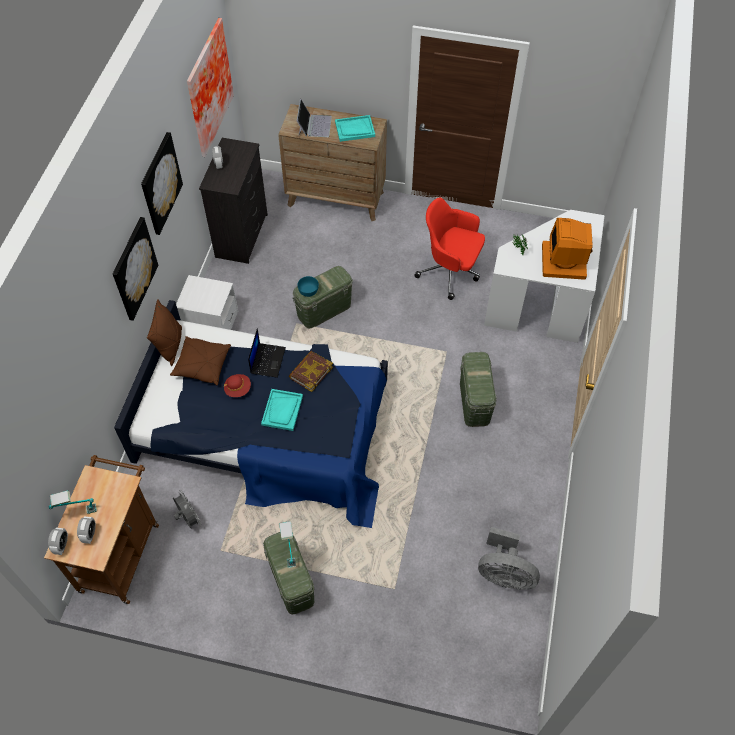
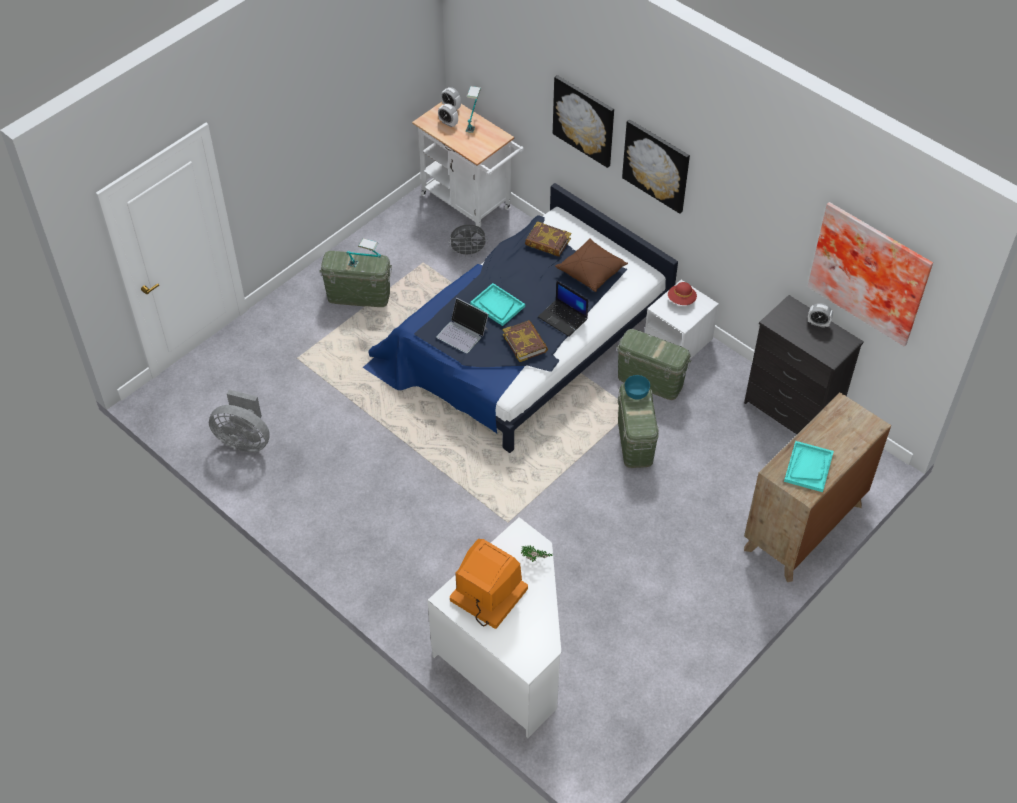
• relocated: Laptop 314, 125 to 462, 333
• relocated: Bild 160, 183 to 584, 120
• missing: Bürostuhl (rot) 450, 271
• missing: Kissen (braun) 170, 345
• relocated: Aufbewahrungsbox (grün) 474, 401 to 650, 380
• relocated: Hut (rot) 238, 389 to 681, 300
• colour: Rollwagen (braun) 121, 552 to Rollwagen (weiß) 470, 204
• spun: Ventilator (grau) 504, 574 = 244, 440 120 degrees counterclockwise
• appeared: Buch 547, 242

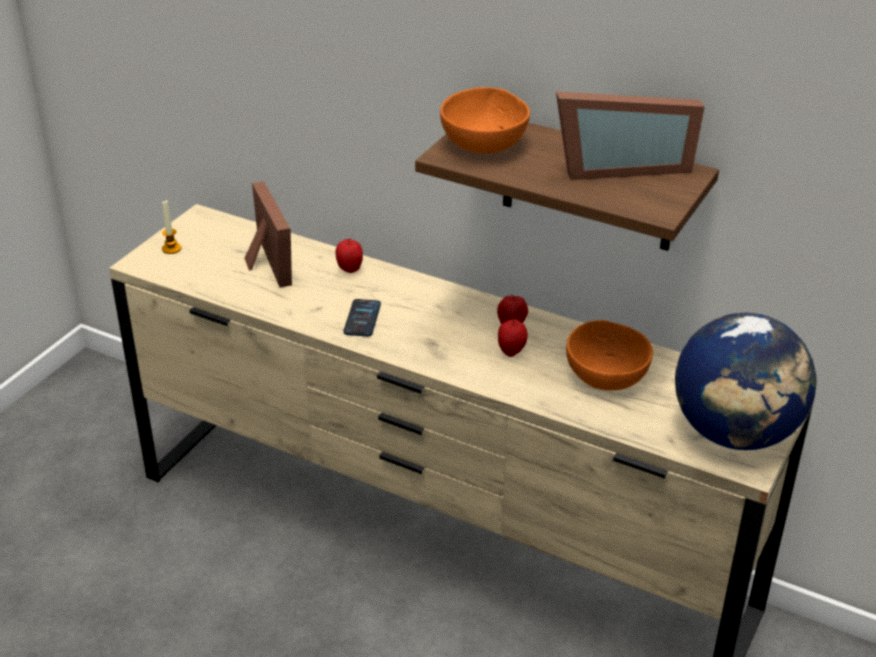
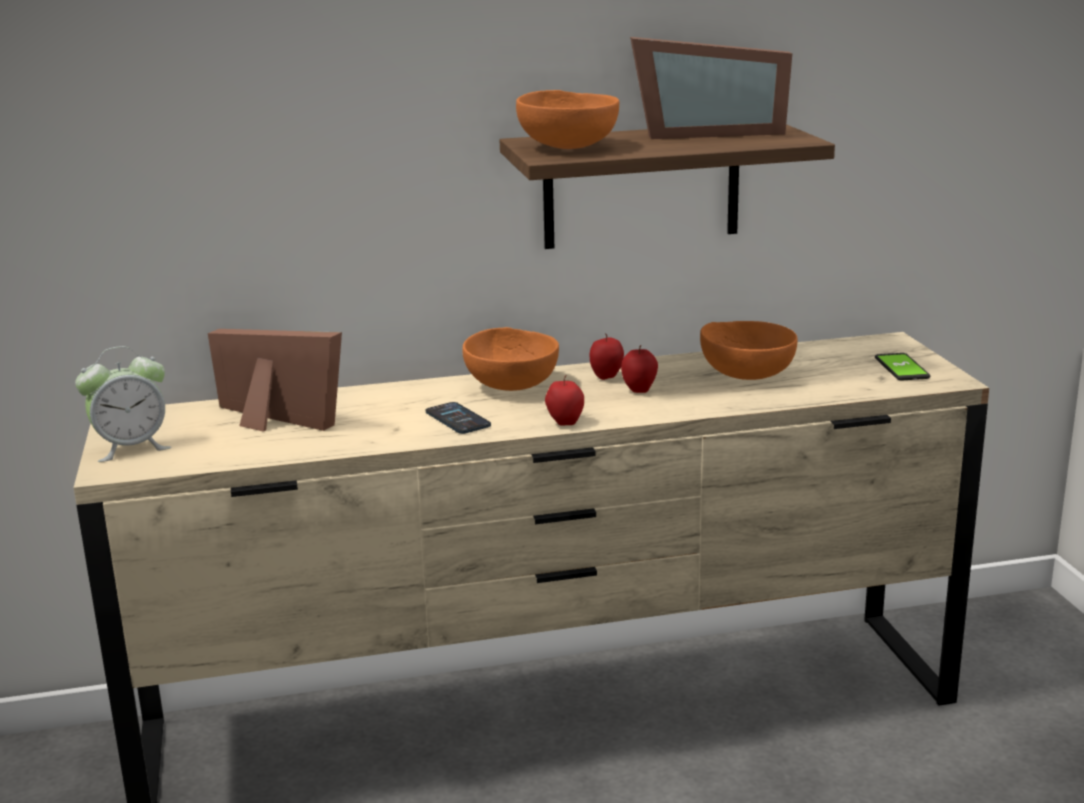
• spun: Bilderrahmen 619, 166 = 706, 133 45 degrees clockwise
• exchanged: Kerze 171, 248 to Wecker 131, 448
• relocated: Apfel 349, 269 to 565, 423
• exchanged: Globus 735, 433 to Handy 901, 368
• appeared: Schüssel (orange) 512, 385

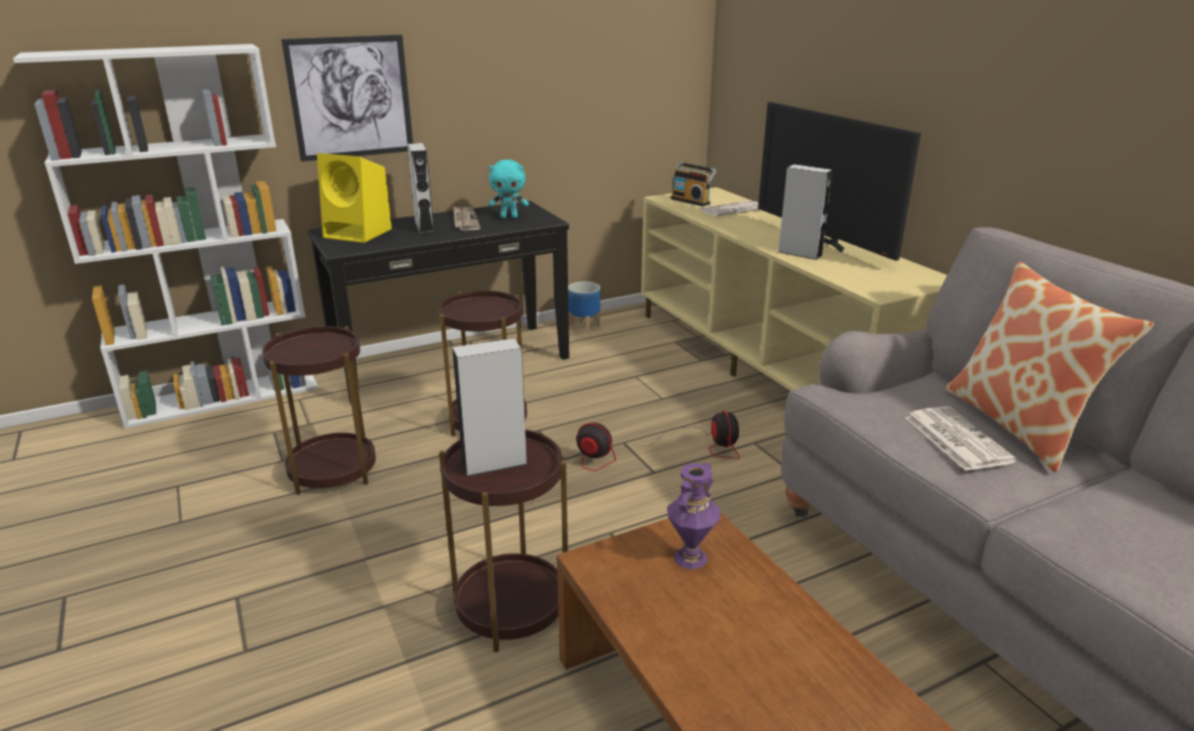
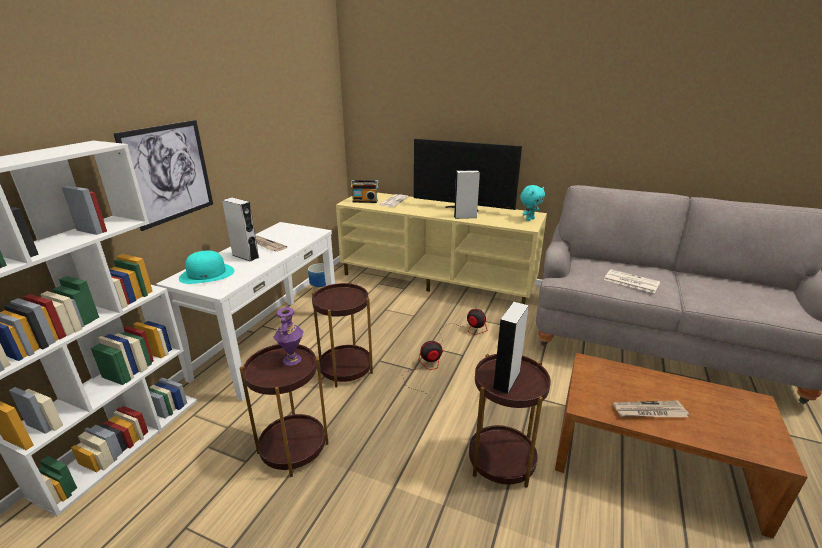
• exchanged: Lautsprecher (gelb) 359, 233 to Hut (türkis) 207, 274
• relocated: Plüschtier (türkis) 509, 217 to 529, 219
• colour: Konsolentisch (schwarz) 451, 362 to Konsolentisch (weiß) 269, 343
• missing: Kissen 1019, 424
• relocated: Vase (lila) 691, 558 to 292, 359
• appeared: Zeitung 649, 412

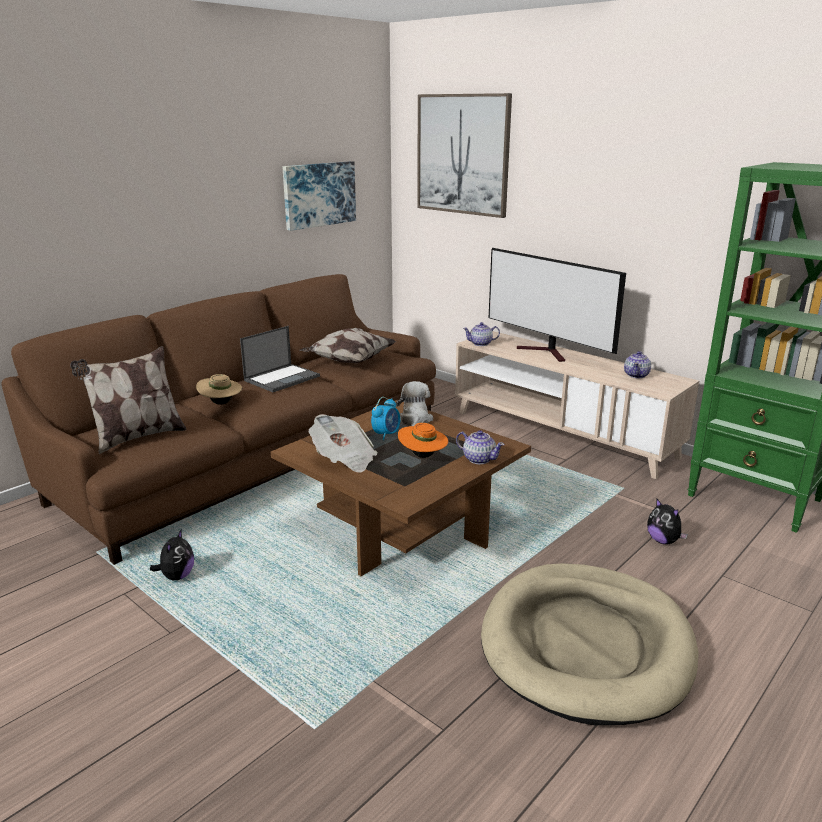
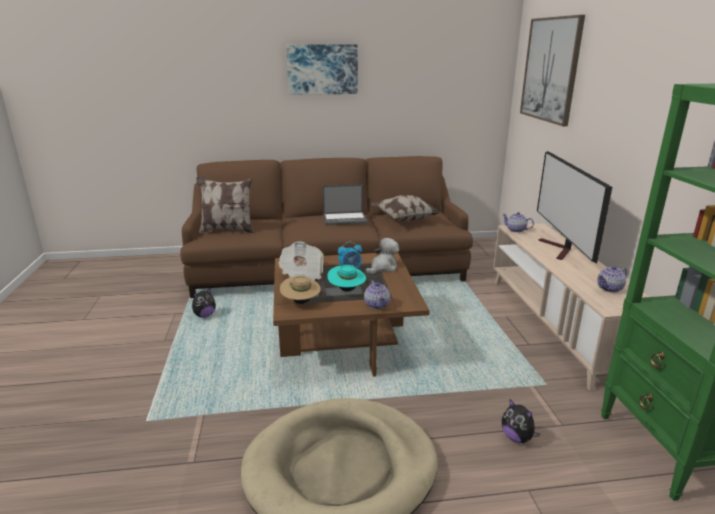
• relocated: Bild 319, 194 to 322, 69
• relocated: Hut (beige) 221, 403 to 301, 302
• colour: Hut (orange) 423, 456 to Hut (türkis) 346, 290
• spun: Plüschtier 663, 541 = 517, 437 45 degrees counterclockwise

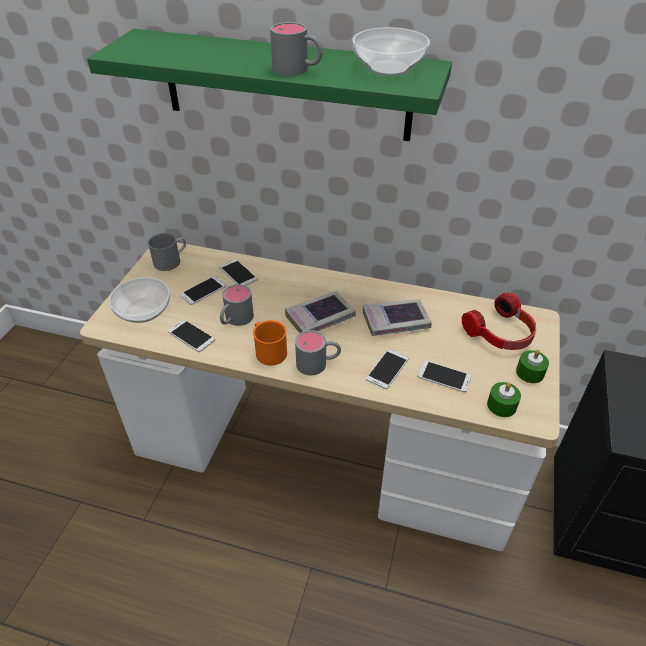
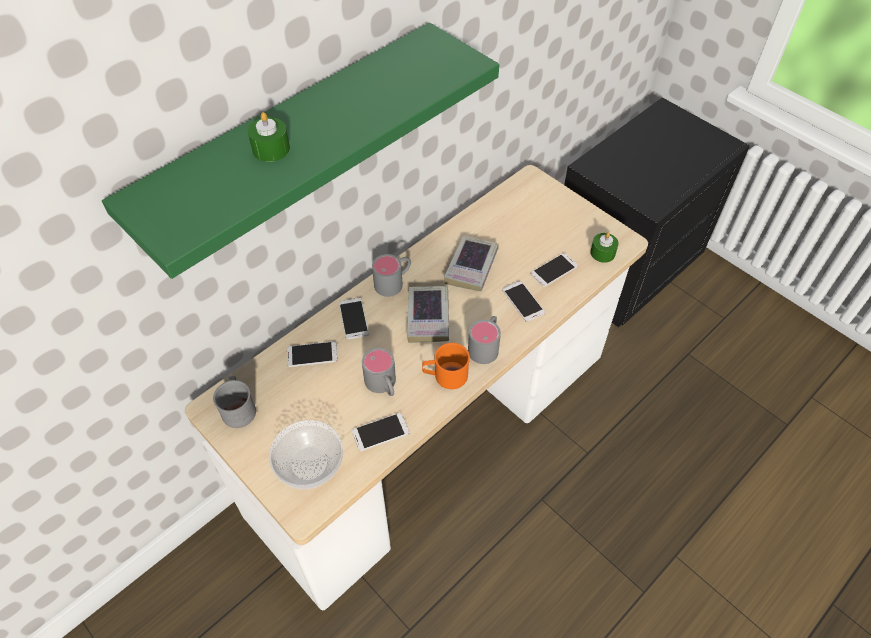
• relocated: Henkelbecher (grau) 298, 70 to 394, 282
• missing: Schüssel 388, 68
• relocated: Handy 203, 290 to 353, 318
• missing: Kopfhörer 501, 334
• relocated: Kerze (grün) 530, 372 to 271, 149

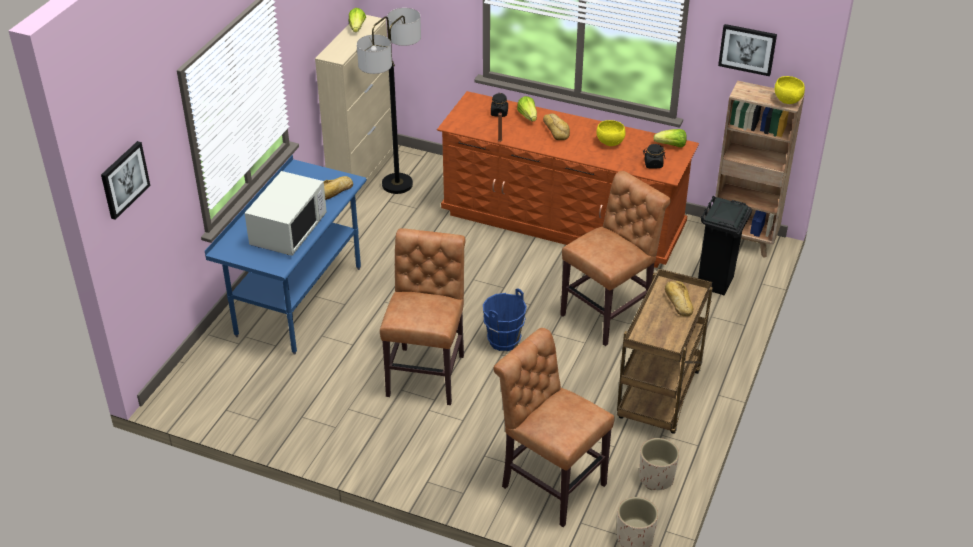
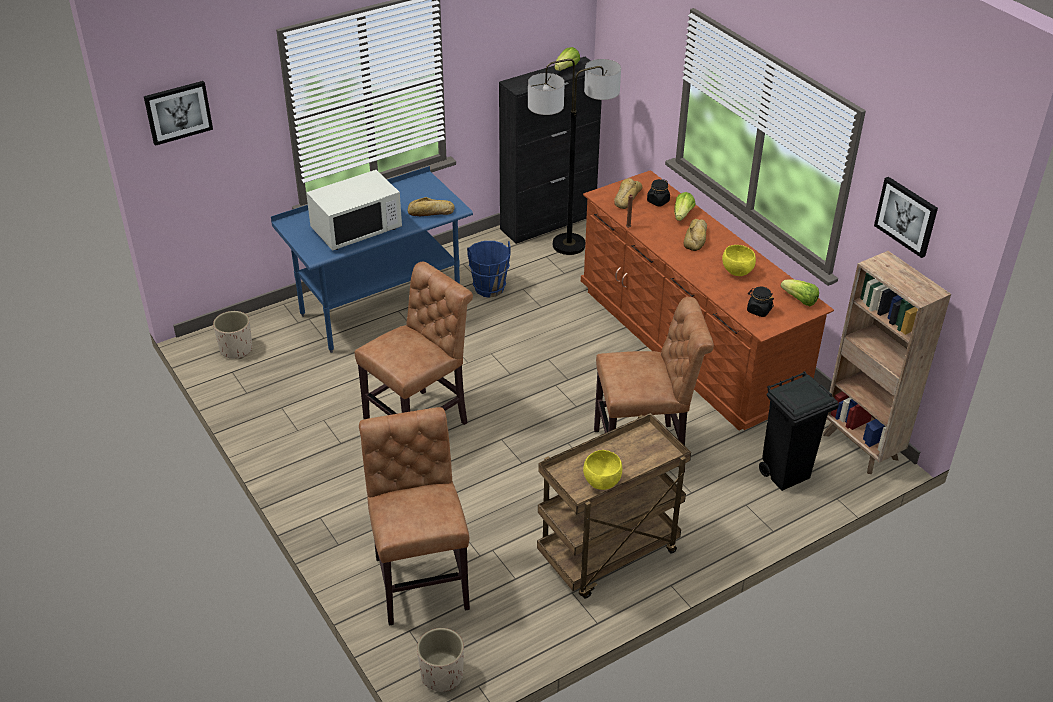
• colour: Schrank (beige) 362, 172 to Schrank (schwarz) 548, 222
• relocated: Schüssel (gelb) 787, 101 to 601, 482
• relocated: Brot 678, 302 to 626, 197
• relocated: Eimer (blau) 503, 341 to 489, 288
• relocated: Pflanzkübel (beige) 656, 478 to 236, 349

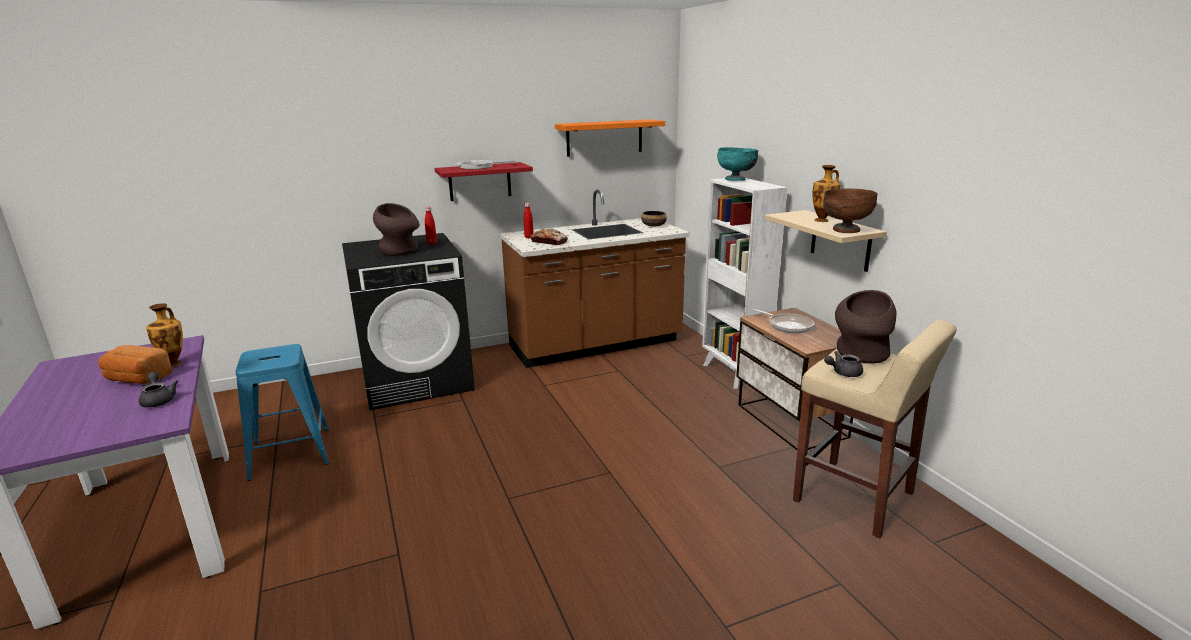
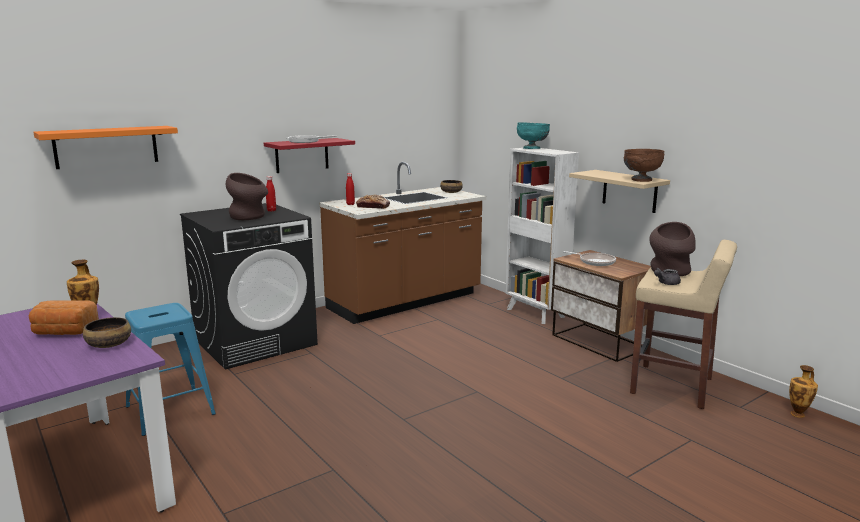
• relocated: Wandregal (orange) 604, 137 to 106, 147
• relocated: Vase 822, 220 to 798, 414
• exchanged: Teekanne (grau) 159, 400 to Schüssel 108, 344

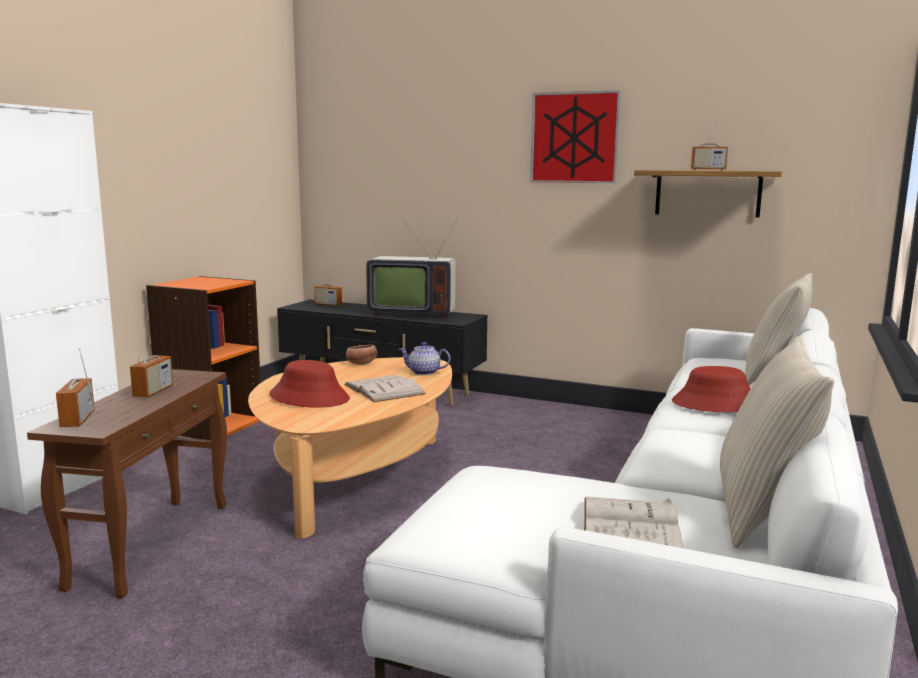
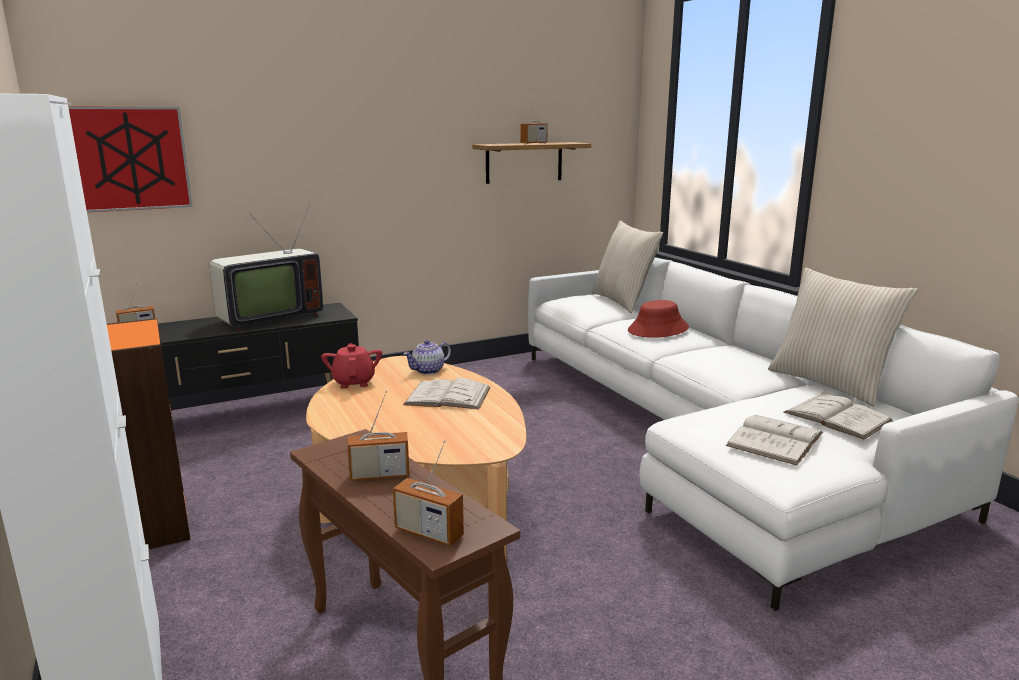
• relocated: Bild 574, 138 to 131, 159
• spun: Radio 153, 392 = 380, 475 120 degrees clockwise
• exchanged: Schüssel 361, 364 to Teekanne (rot) 354, 382
• missing: Hut (rot) 309, 397
• appeared: Buch (weiß) 775, 439

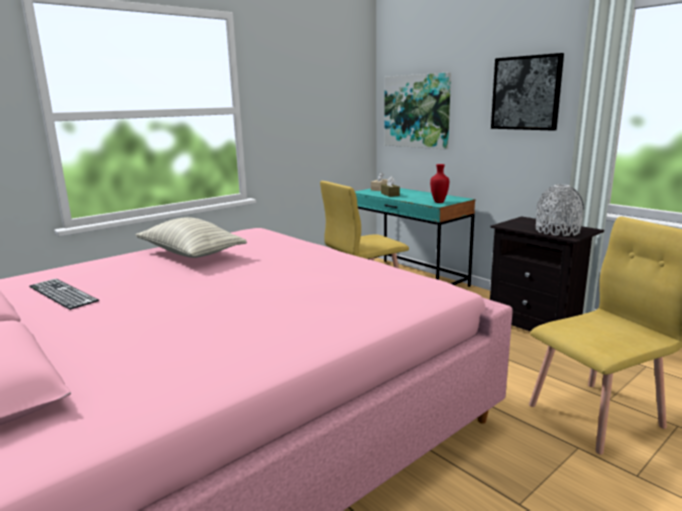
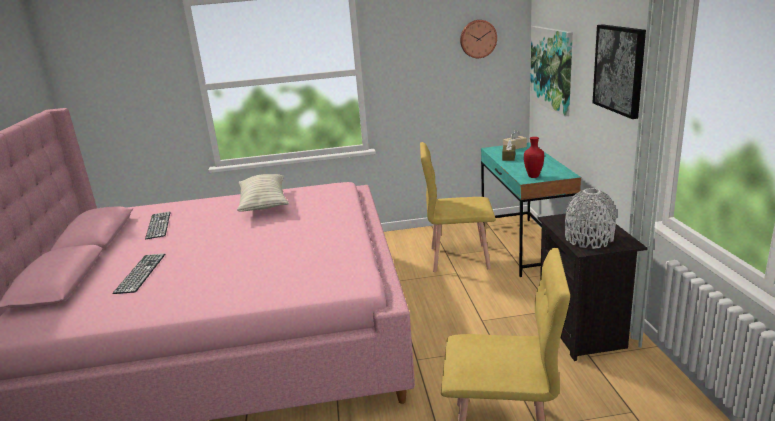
• appeared: Wanduhr 478, 39
• appeared: Tastatur 140, 273

